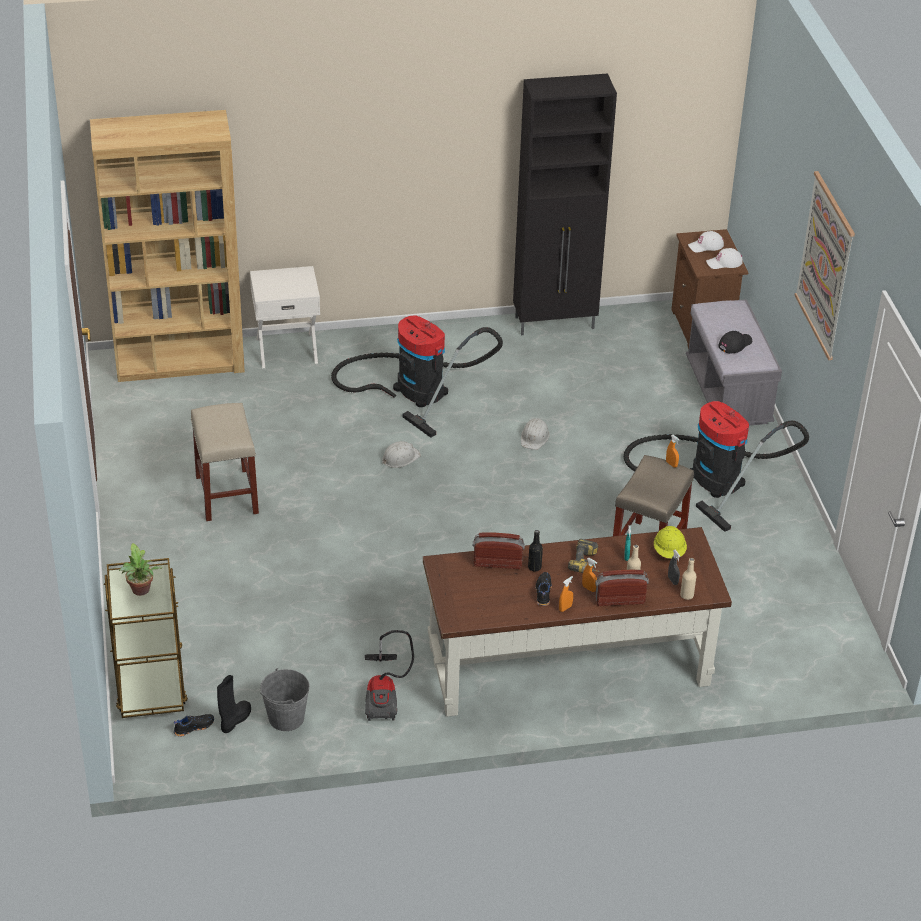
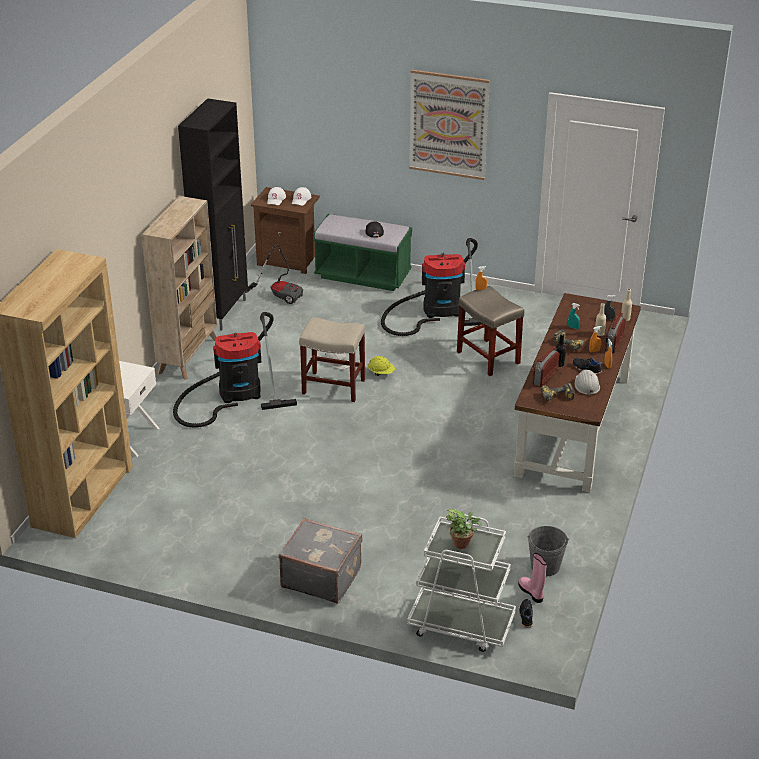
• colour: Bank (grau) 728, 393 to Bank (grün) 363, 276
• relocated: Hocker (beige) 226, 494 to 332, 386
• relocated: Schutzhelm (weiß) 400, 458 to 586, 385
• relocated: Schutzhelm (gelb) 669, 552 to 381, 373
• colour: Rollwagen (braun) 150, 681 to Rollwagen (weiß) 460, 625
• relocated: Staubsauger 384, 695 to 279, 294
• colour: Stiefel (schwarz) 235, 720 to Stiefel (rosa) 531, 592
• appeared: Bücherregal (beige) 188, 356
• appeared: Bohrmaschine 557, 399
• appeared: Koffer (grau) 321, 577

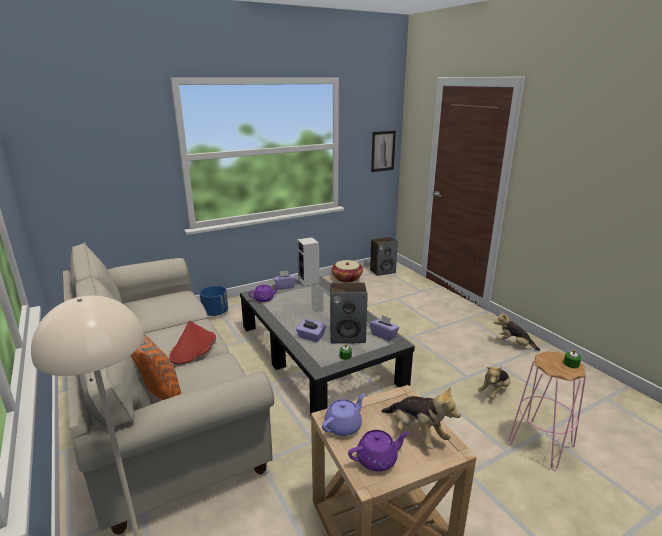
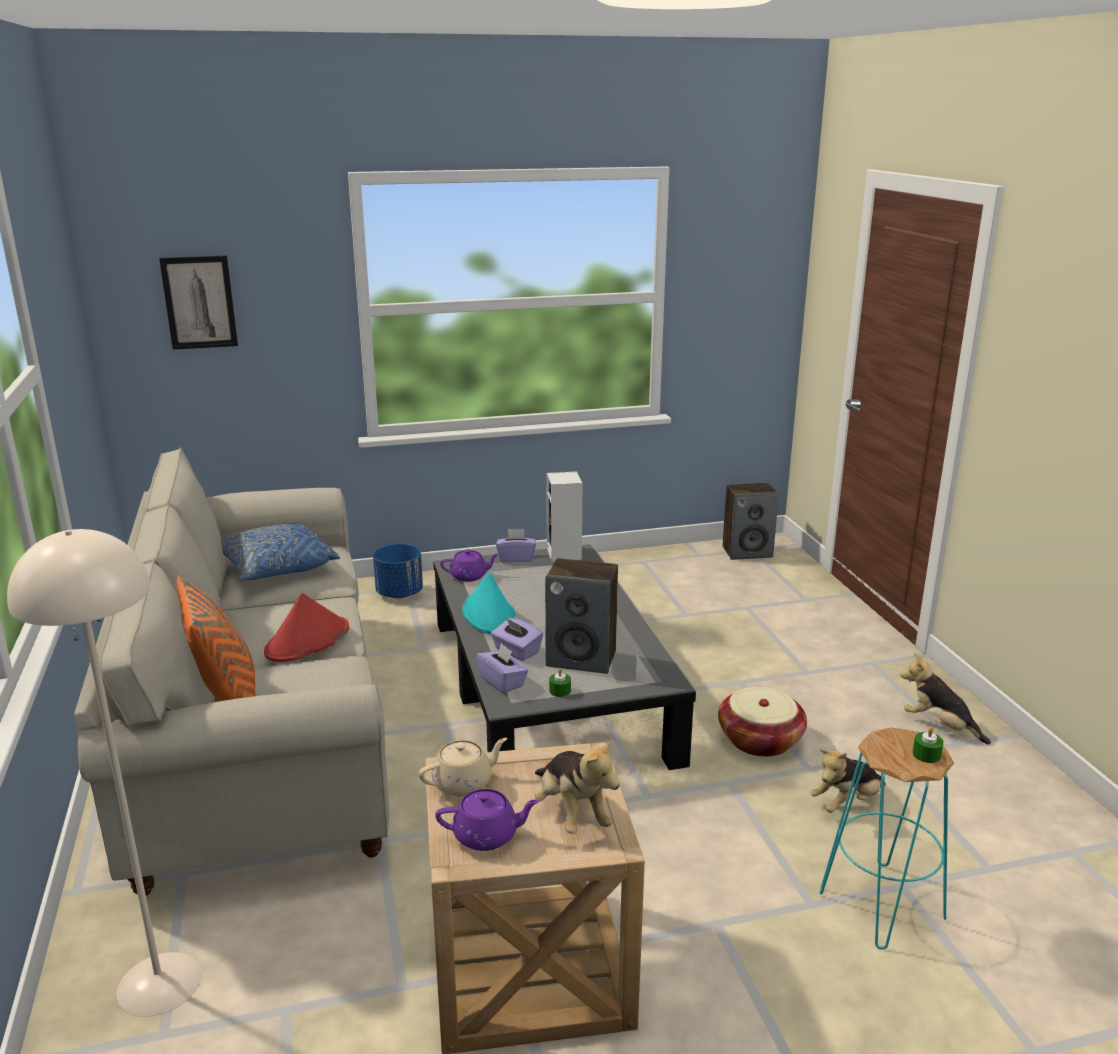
• relocated: Bild 383, 151 to 199, 302
• relocated: Korb 347, 278 to 760, 740
• relocated: Taschentuchbox (lila) 384, 335 to 502, 682
• colour: Hocker (rosa) 540, 444 to Hocker (türkis) 880, 904
• colour: Teekanne (lila) 343, 426 to Teekanne (beige) 464, 783
• appeared: Kissen (blau) 277, 568
• appeared: Hut (türkis) 489, 615

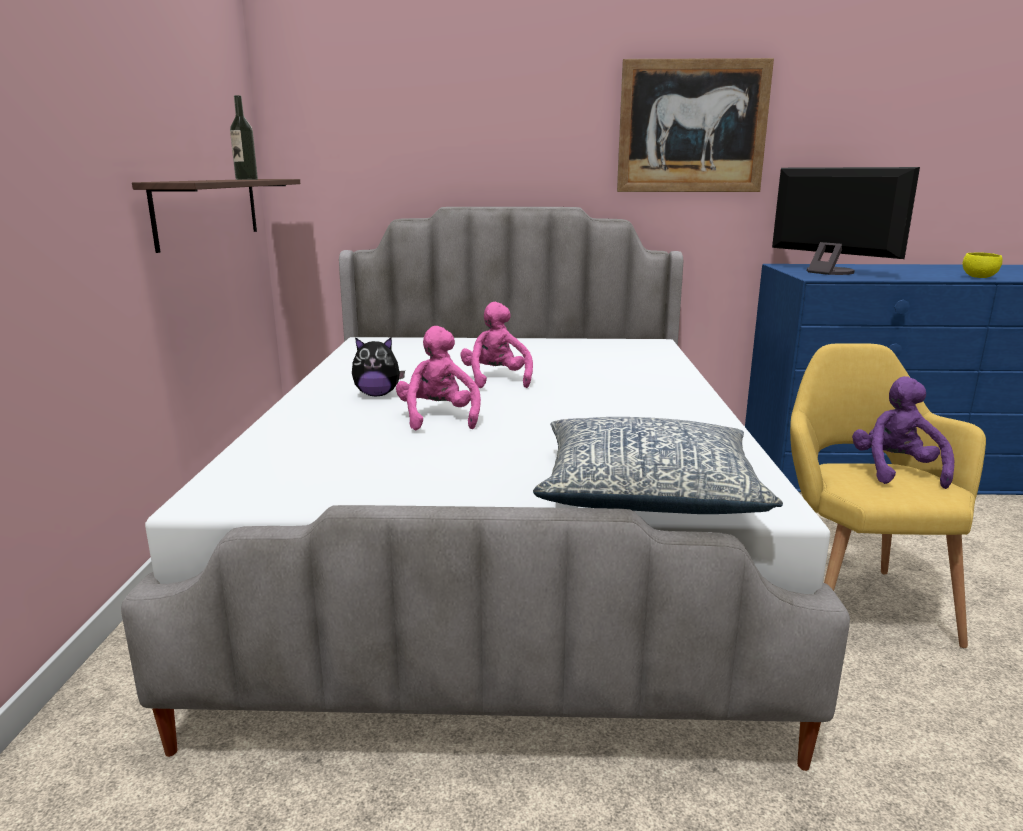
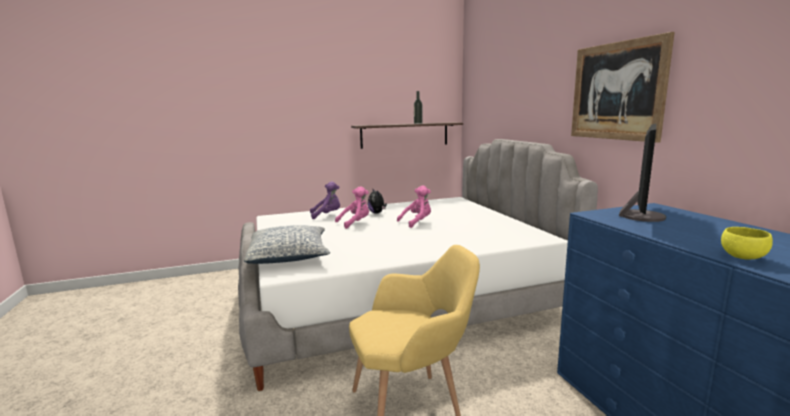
• relocated: Plüschtier (lila) 896, 471 to 327, 215

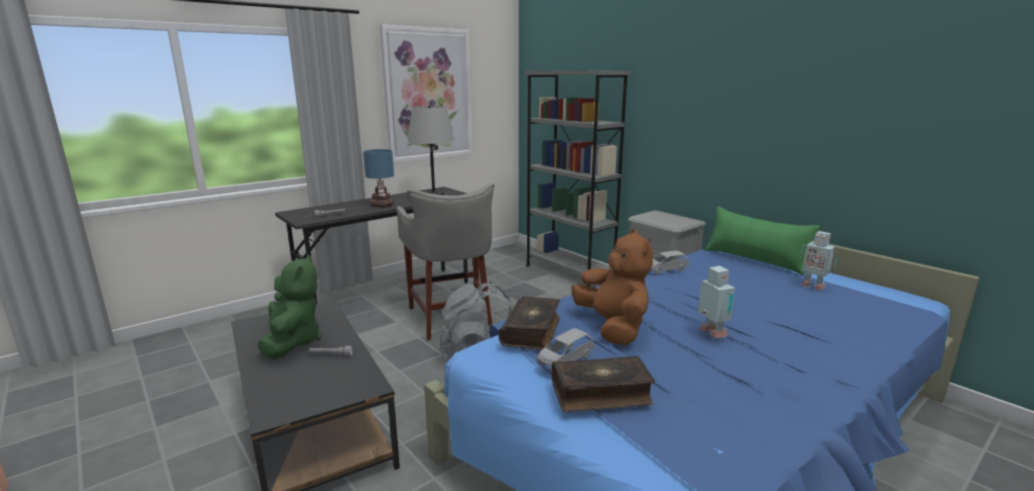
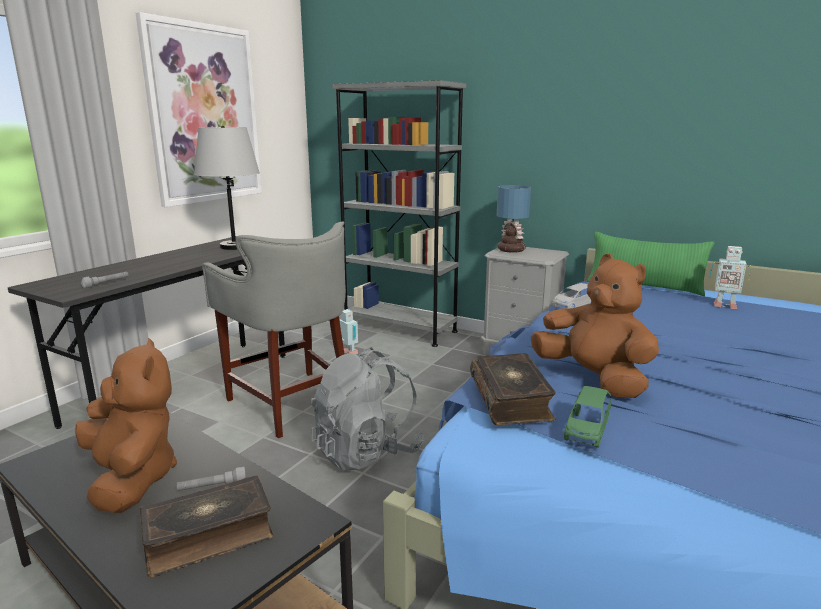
• relocated: Tischlampe 381, 205 to 510, 250
• colour: Plüschtier (grün) 292, 342 to Plüschtier (braun) 132, 479
• relocated: Spielzeugroboter 712, 333 to 348, 353
• colour: Spielzeugauto (grau) 564, 360 to Spielzeugauto (grün) 587, 429
• relocated: Buch 601, 393 to 208, 536

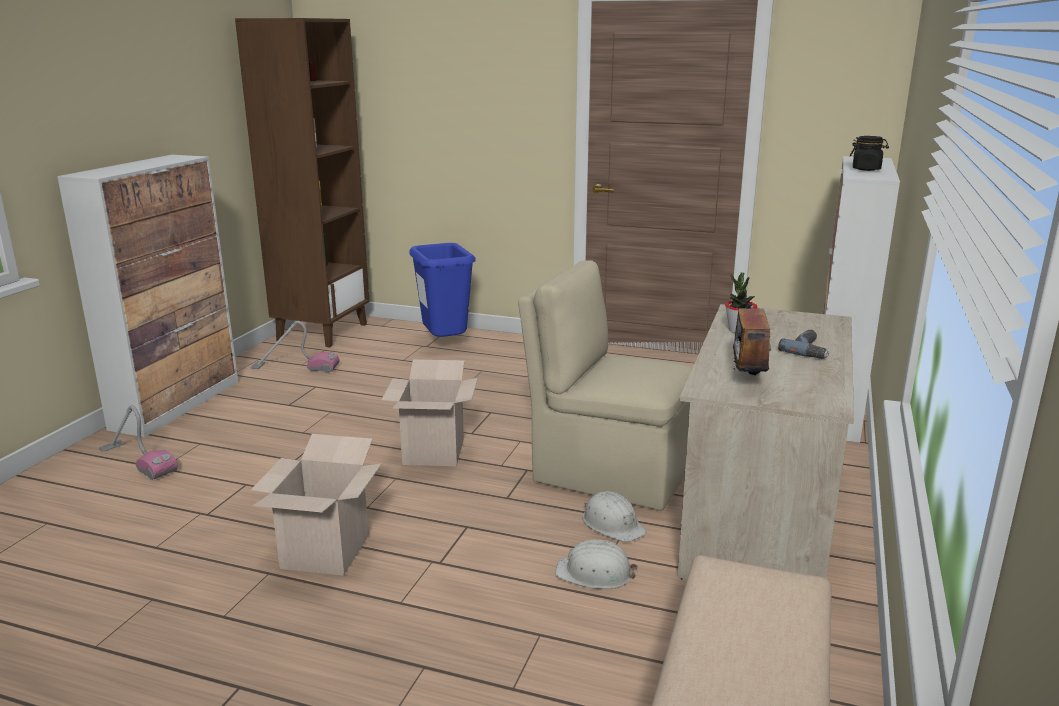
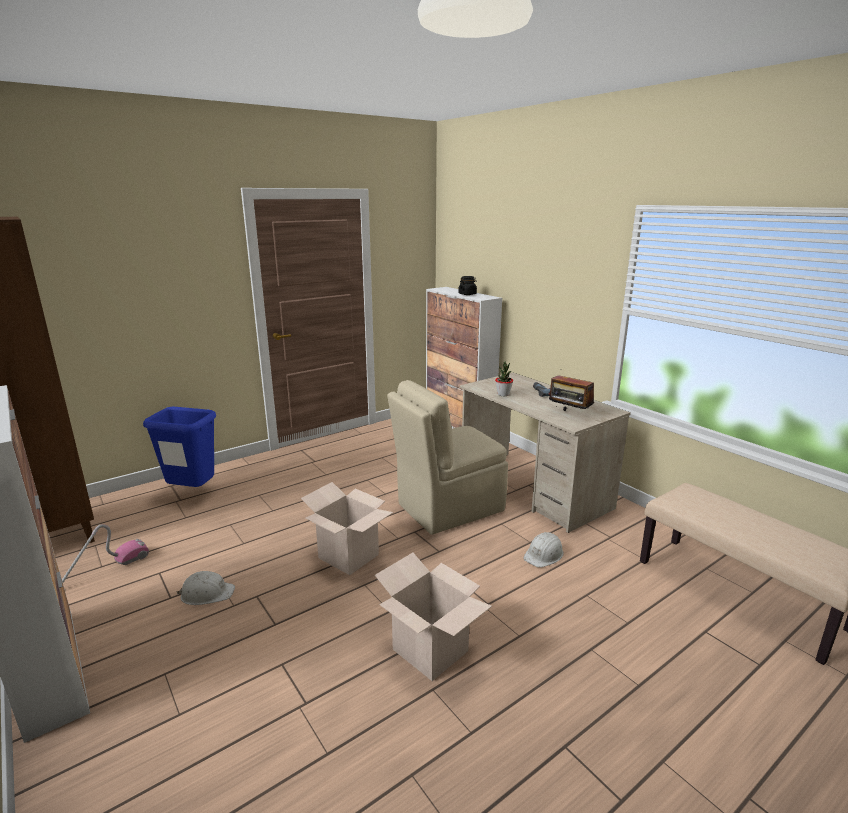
• missing: Staubsauger 137, 461
• relocated: Schutzhelm (weiß) 612, 524 to 207, 593

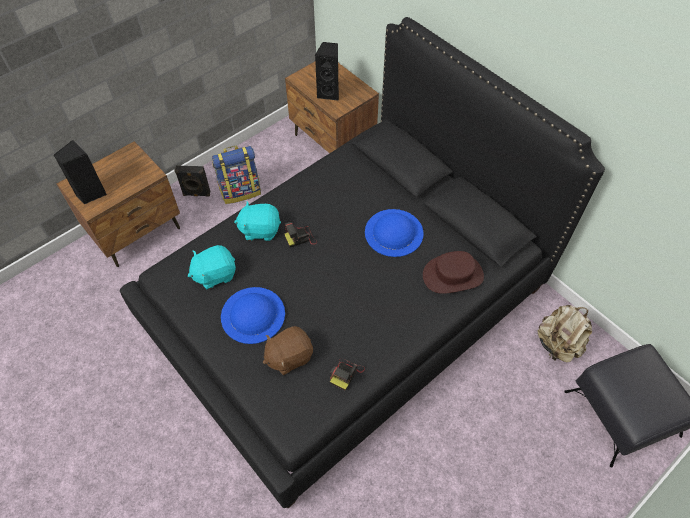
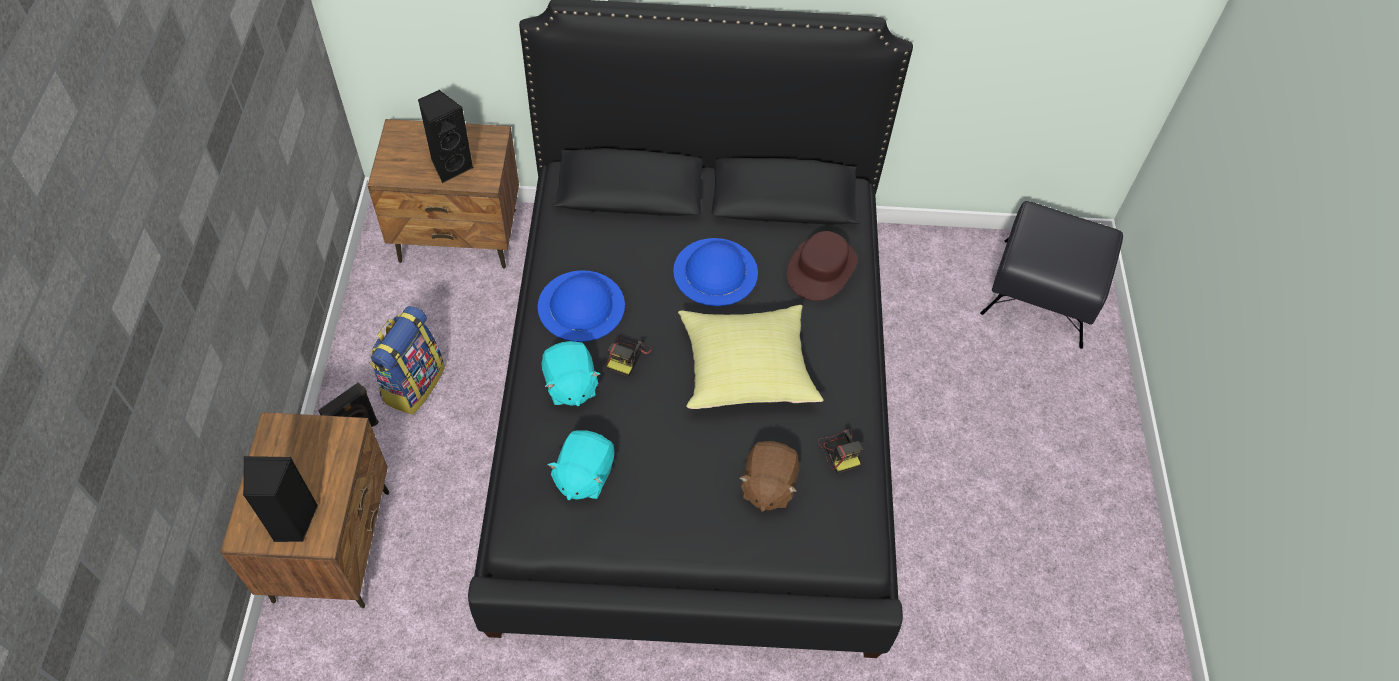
• spun: Plüschtier (türkis) 260, 229 = 570, 385 60 degrees counterclockwise
• relocated: Hut (blau) 253, 314 to 581, 305
• missing: Rucksack (beige) 558, 344
• appeared: Kissen (gelb) 747, 369

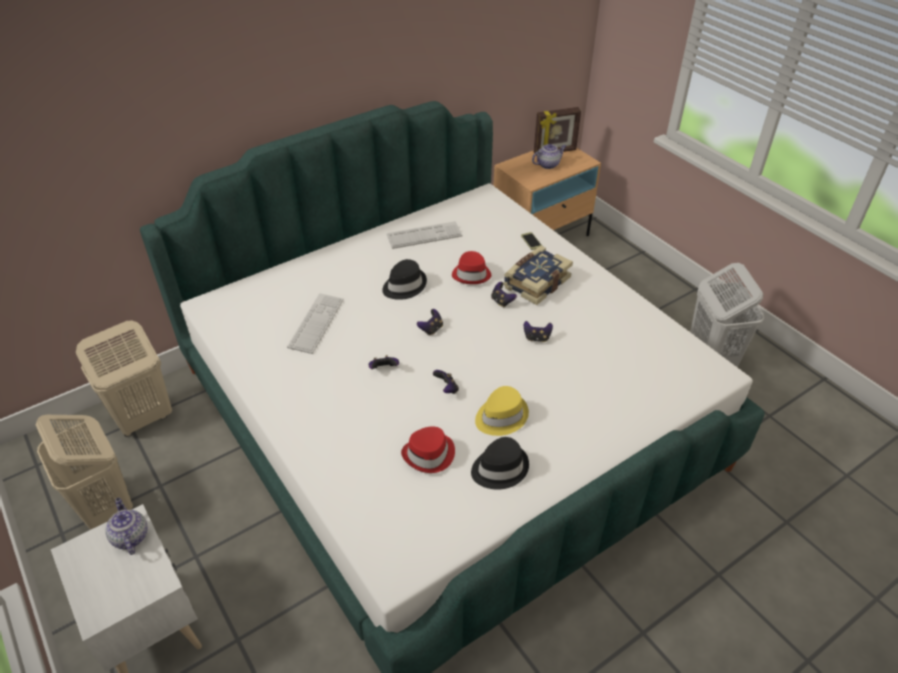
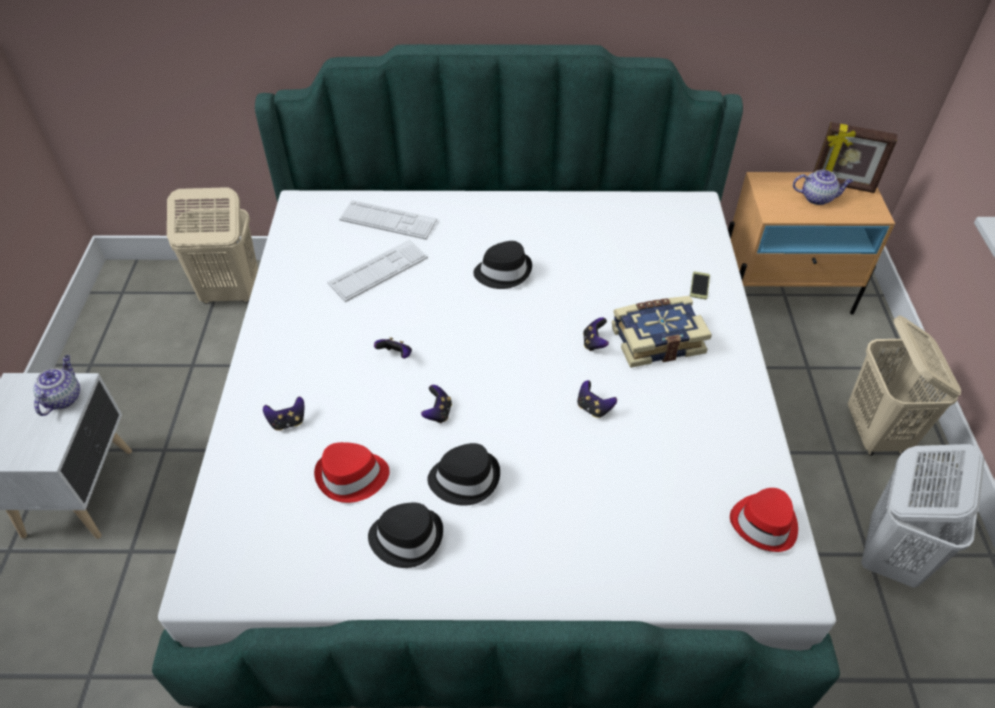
• relocated: Tastatur 424, 235 to 388, 220
• relocated: Hut (rot) 471, 274 to 765, 523
• relocated: Gamepad 431, 329 to 288, 422
• colour: Hut (gelb) 500, 416 to Hut (schwarz) 465, 478
• relocated: Wäschekorb (beige) 106, 507 to 876, 433

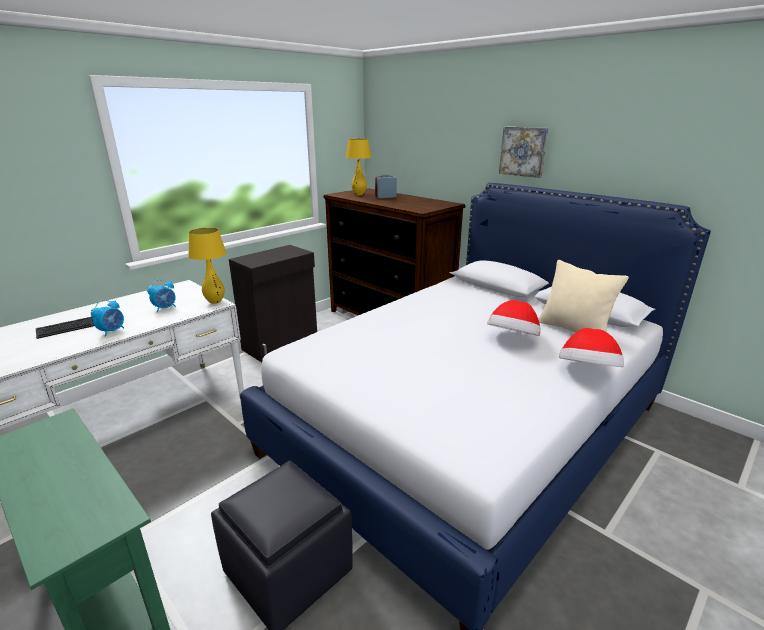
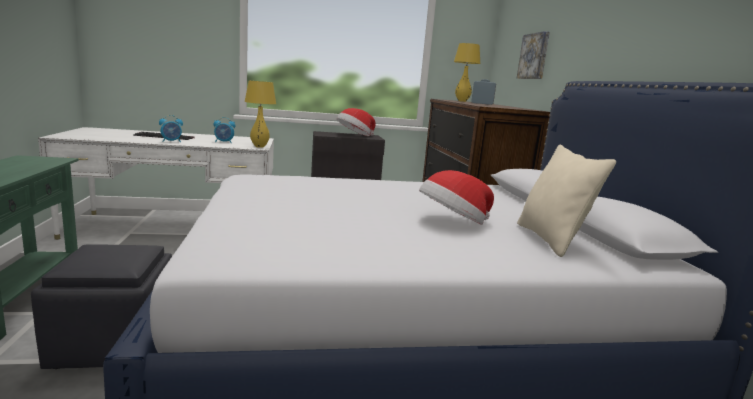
• relocated: Bild 523, 151 to 534, 56
• relocated: Hut 587, 372 to 354, 136

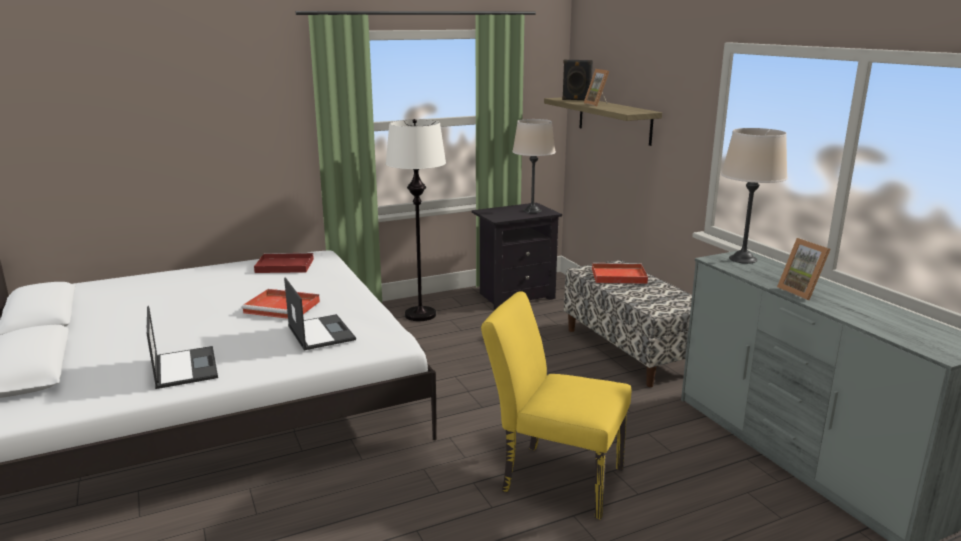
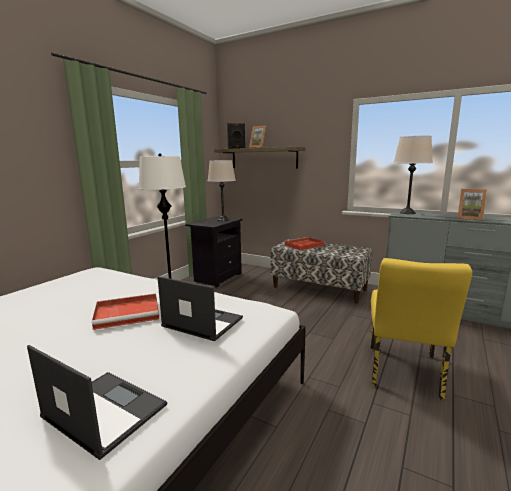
• missing: Tablett (rot) 283, 266
• spun: Stuhl (gelb) 553, 477 = 403, 374 60 degrees counterclockwise

